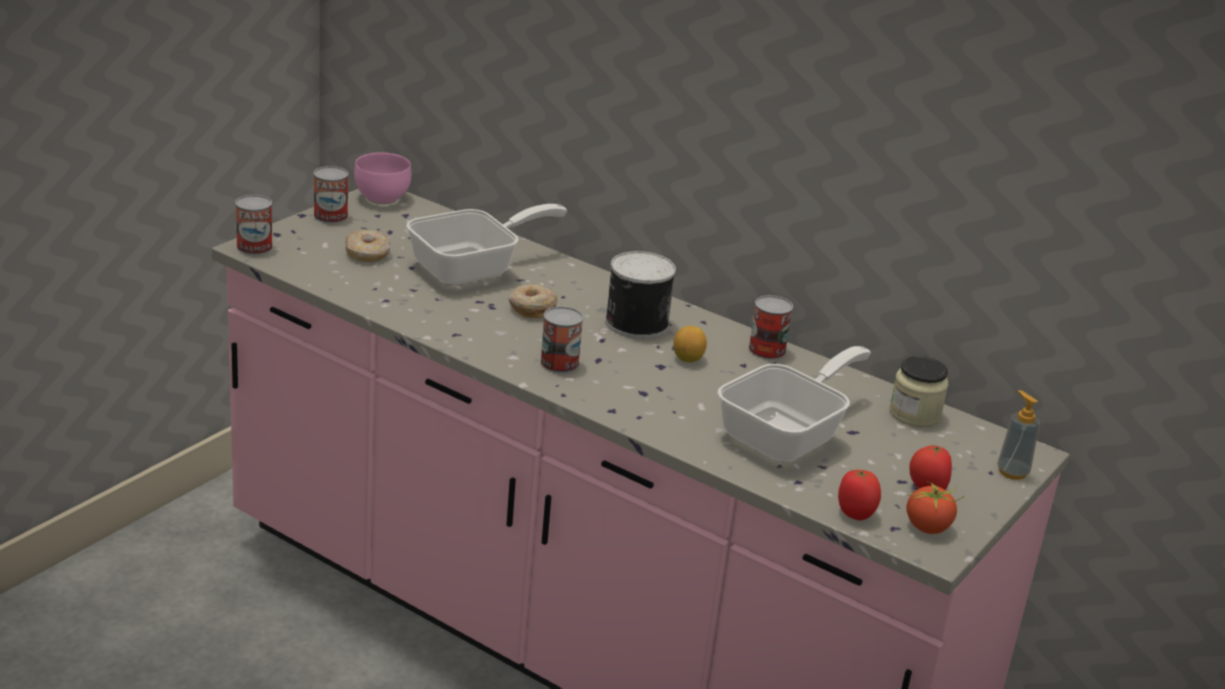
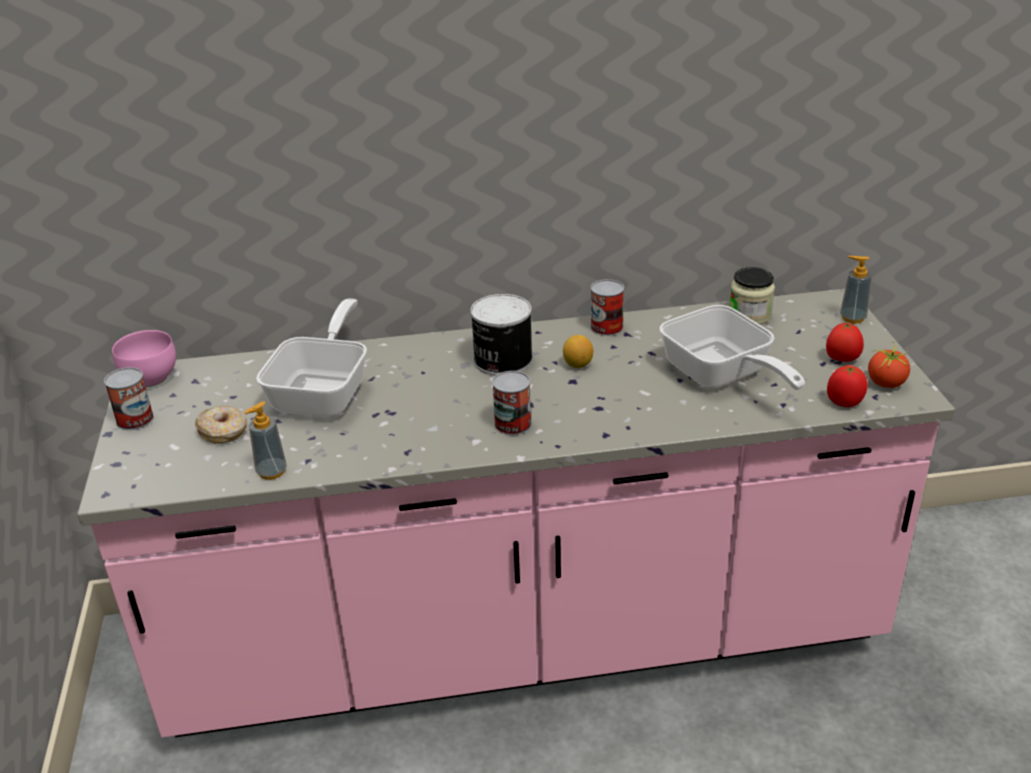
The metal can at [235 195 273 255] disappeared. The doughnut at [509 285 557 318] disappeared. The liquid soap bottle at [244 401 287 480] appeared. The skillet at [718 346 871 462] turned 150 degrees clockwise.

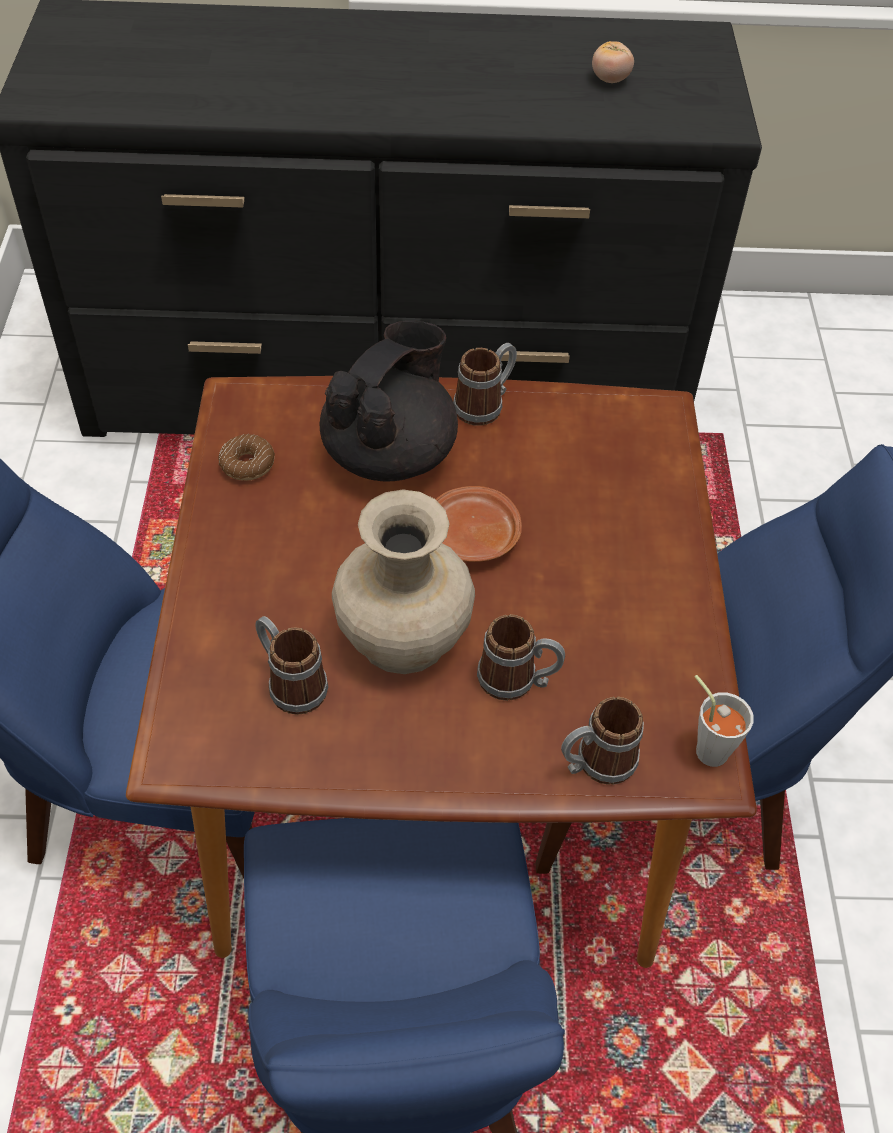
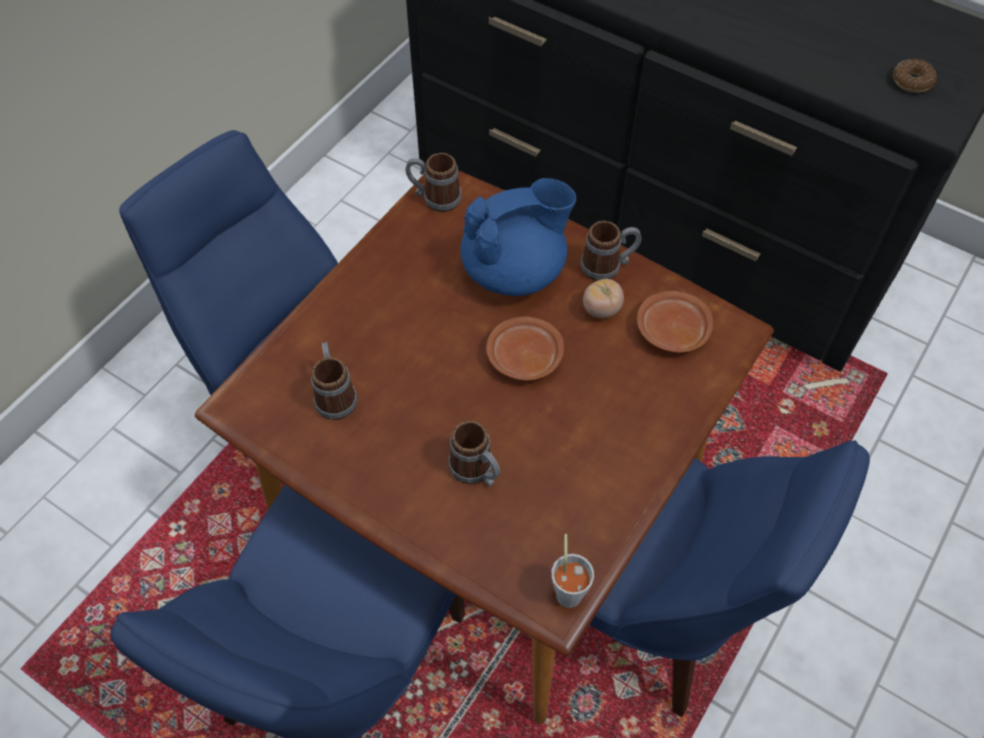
The flower vase (beige-coloured) at [332 489 475 674] disappeared. The dinner plate (brownish) at [637 291 713 353] appeared. The doughnut moved from [218 434 275 481] to [893 59 937 93]. The coffee mug moved from [561 697 644 785] to [405 153 462 212]. The whole tomato moved from [592 41 634 83] to [583 279 624 318]. The teapot (black) at [320 320 458 482] became the teapot (blue) at [460 178 576 296].

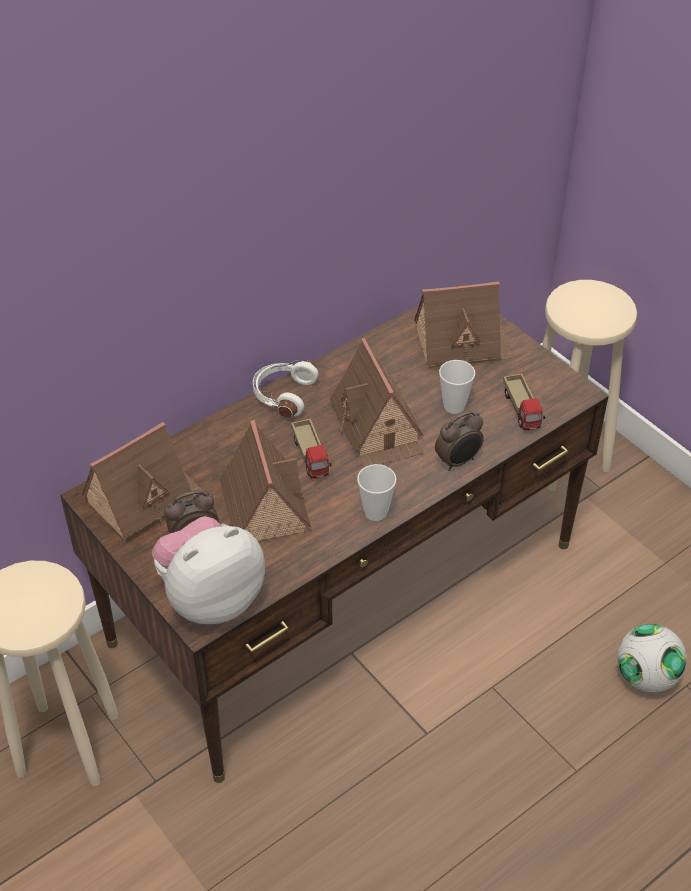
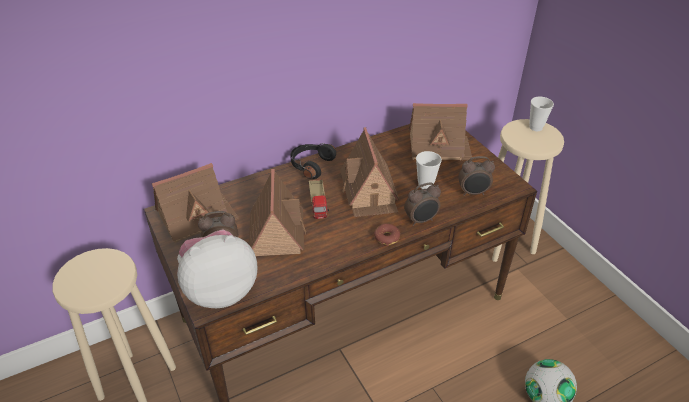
The doughnut at [374 224 400 246] appeared. The drinking cup moved from [357 464 396 521] to [529 97 554 131]. The model truck at [503 374 545 430] was replaced by the bedside clock at [458 156 495 196]. The pair of headphones (white) at [253 360 318 418] became the pair of headphones (black) at [290 143 336 179].

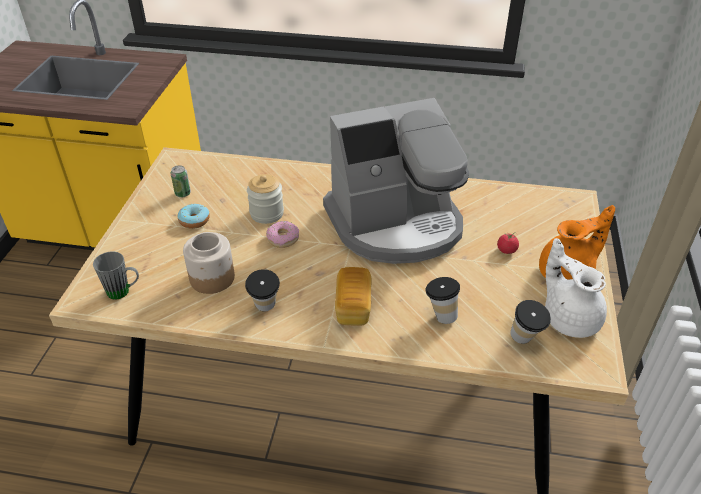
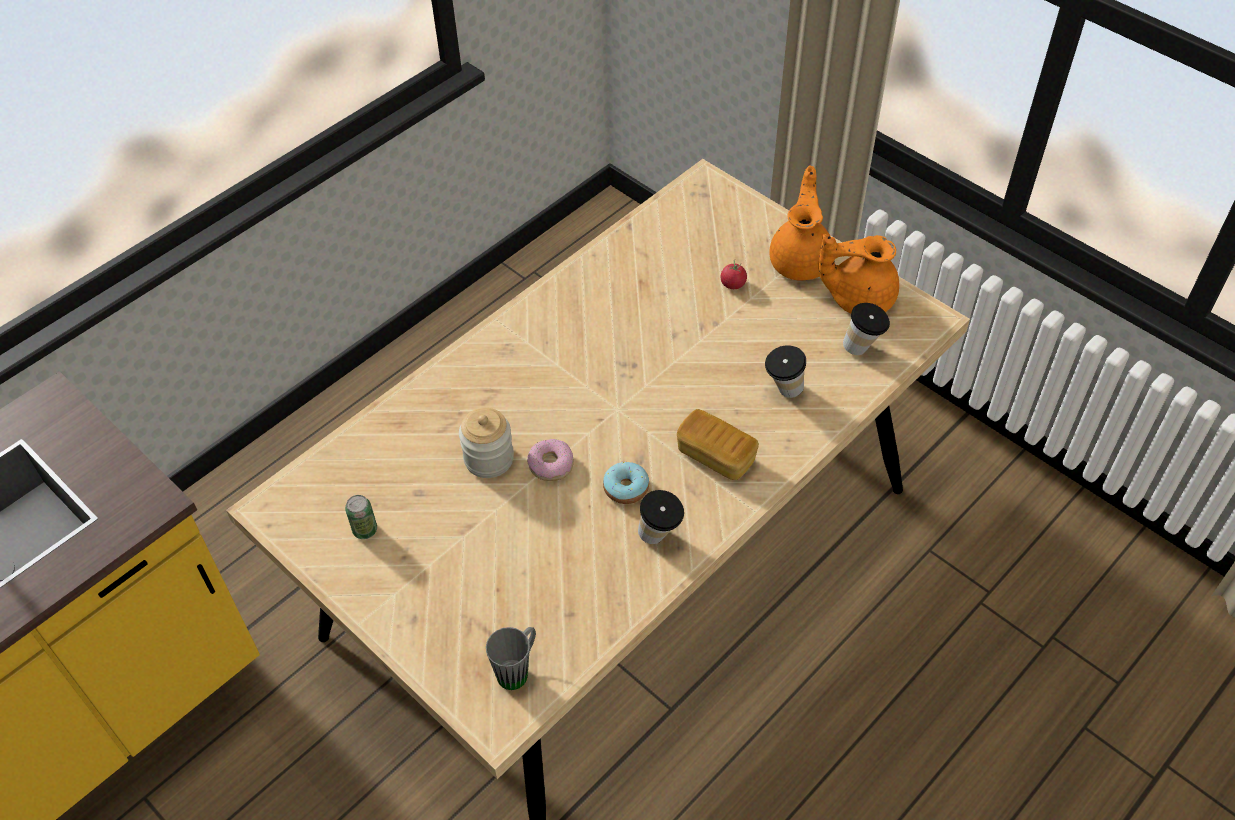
The storage jar at [183 232 235 294] disappeared. The coffee maker at [323 98 470 264] disappeared. The doughnut moved from [178 204 210 229] to [603 462 649 504]. The teapot (white) at [545 238 607 338] became the teapot (orange) at [818 234 899 313].

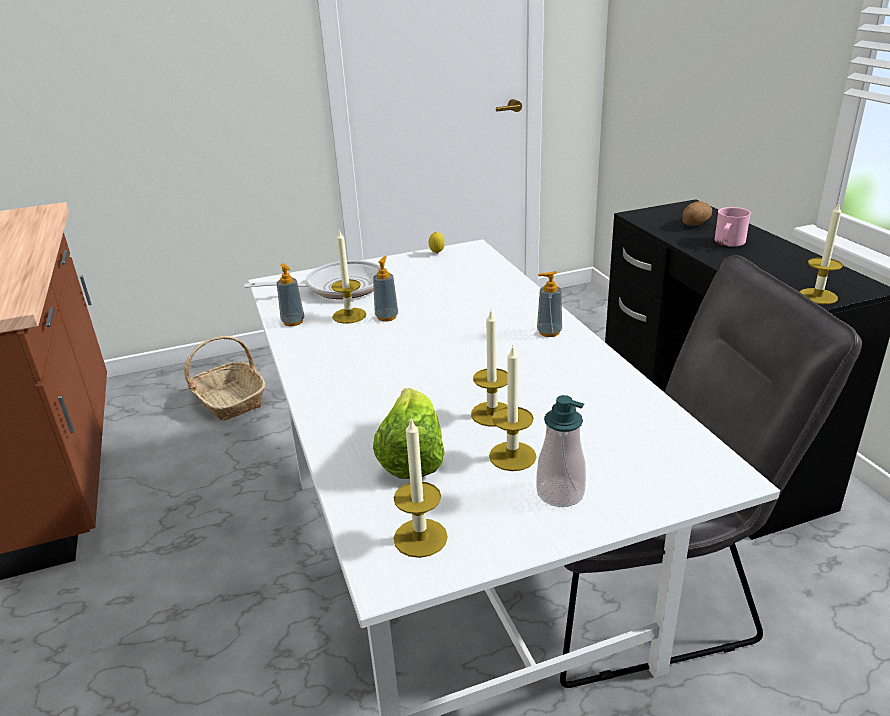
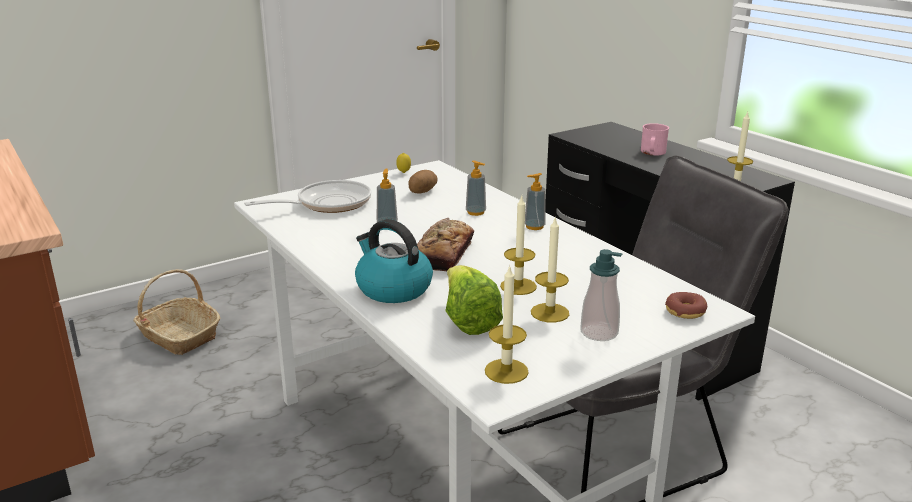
The candle at [331 229 366 324] disappeared. The kettle at [355 219 433 303] appeared. The baked bread at [417 218 474 271] appeared. The doughnut at [665 292 707 319] appeared. The liquid soap bottle moved from [277 263 305 326] to [466 160 486 216]. The whole potato moved from [682 201 712 226] to [409 170 438 193].

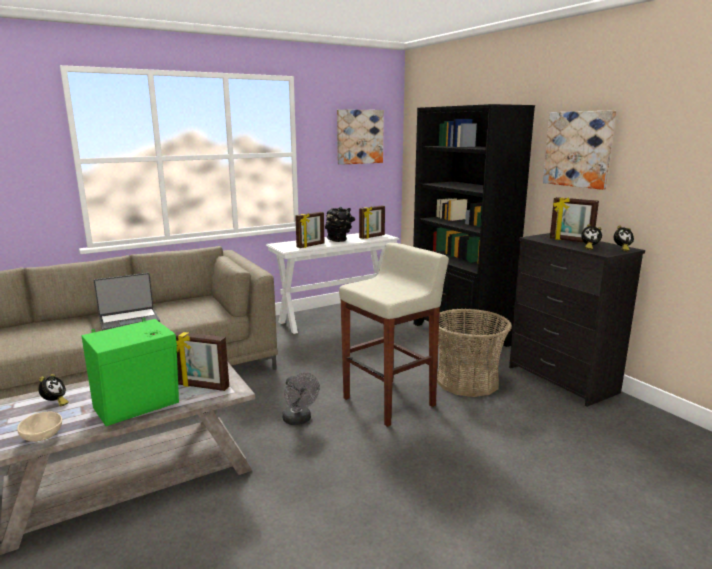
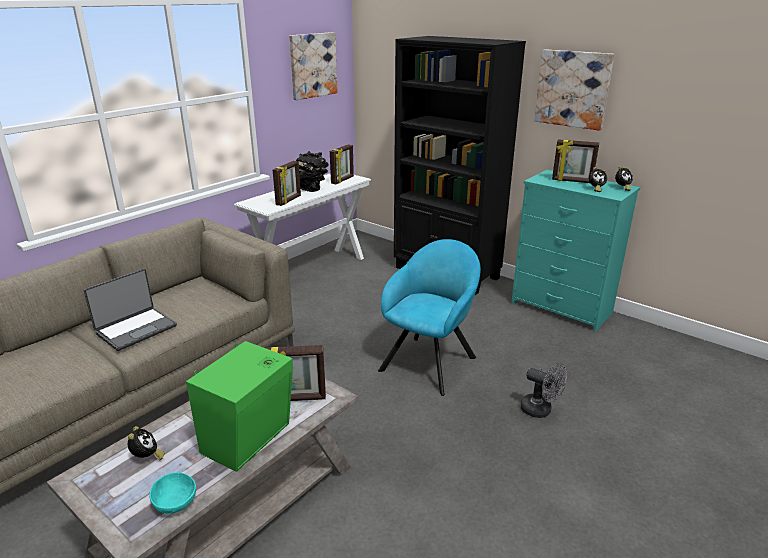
The storage basket at [437 309 512 397] disappeared. The electric fan (grey) moved from [282 373 319 425] to [520 363 567 418]. The sitting stool (beige-coloured) at [339 243 449 427] was replaced by the armchair (blue-green) at [378 239 481 396]. The deep dish (beige-coloured) at [17 411 62 442] became the deep dish (blue-green) at [149 472 196 514]. The drawer chest (black) at [509 233 645 407] became the drawer chest (blue-green) at [511 170 640 332].

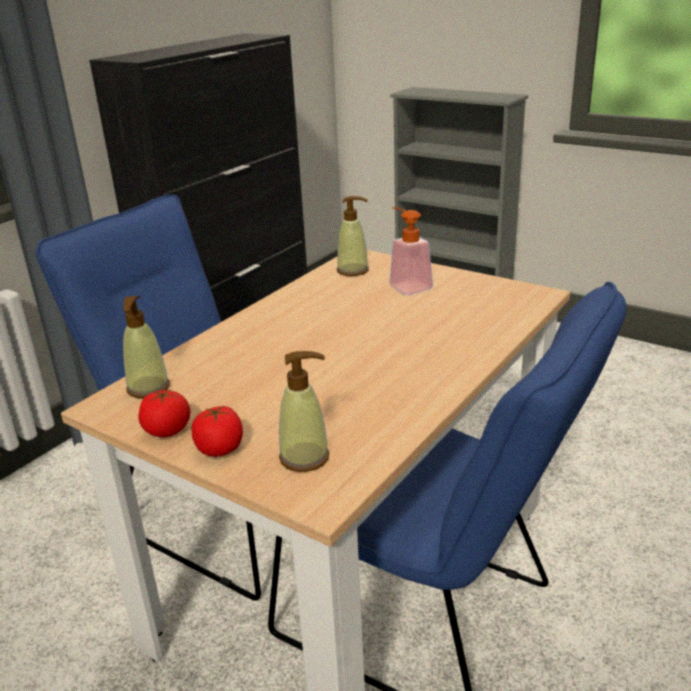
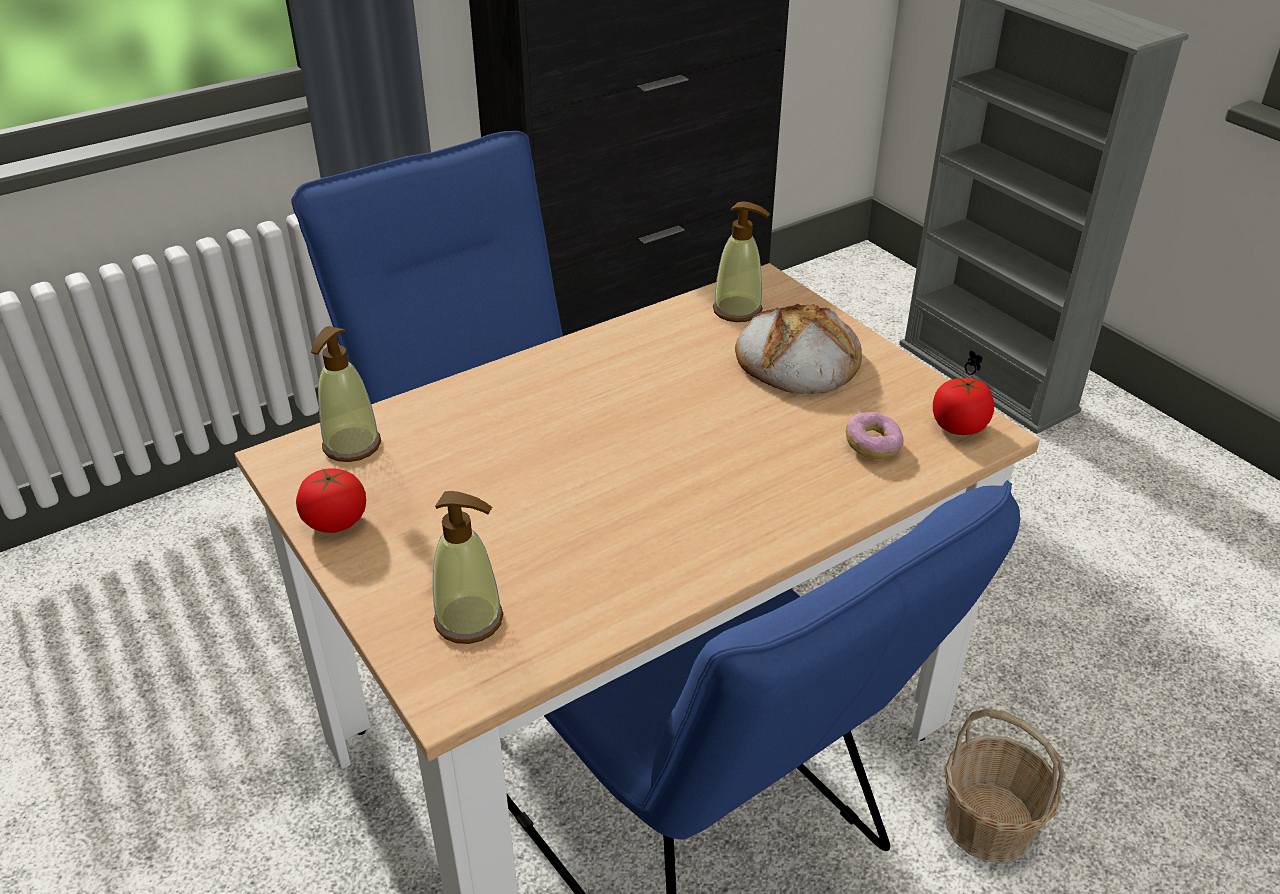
The doughnut at [846 412 903 459] appeared. The storage basket at [944 709 1064 863] appeared. The whole tomato moved from [192 405 243 457] to [933 377 994 435]. The liquid soap bottle at [389 207 433 295] was replaced by the baked bread at [735 303 862 394].

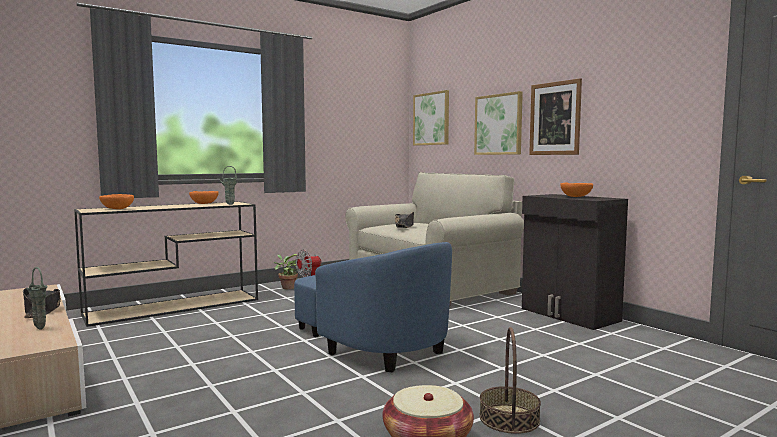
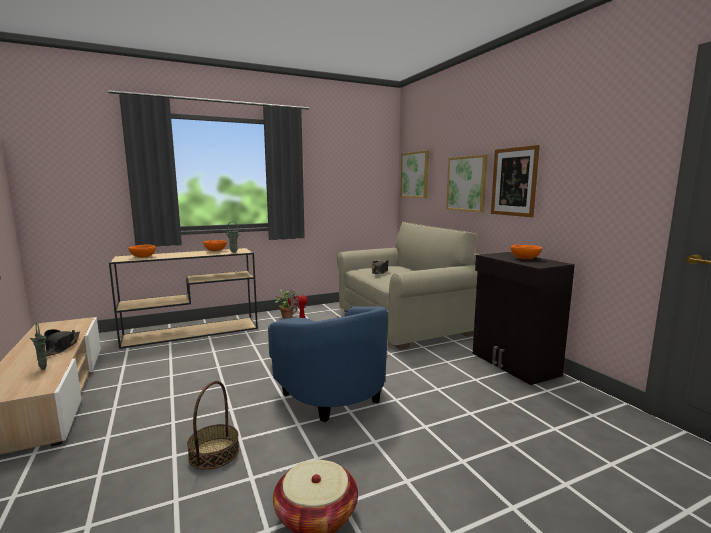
The storage basket moved from [479 327 541 434] to [187 381 239 470].

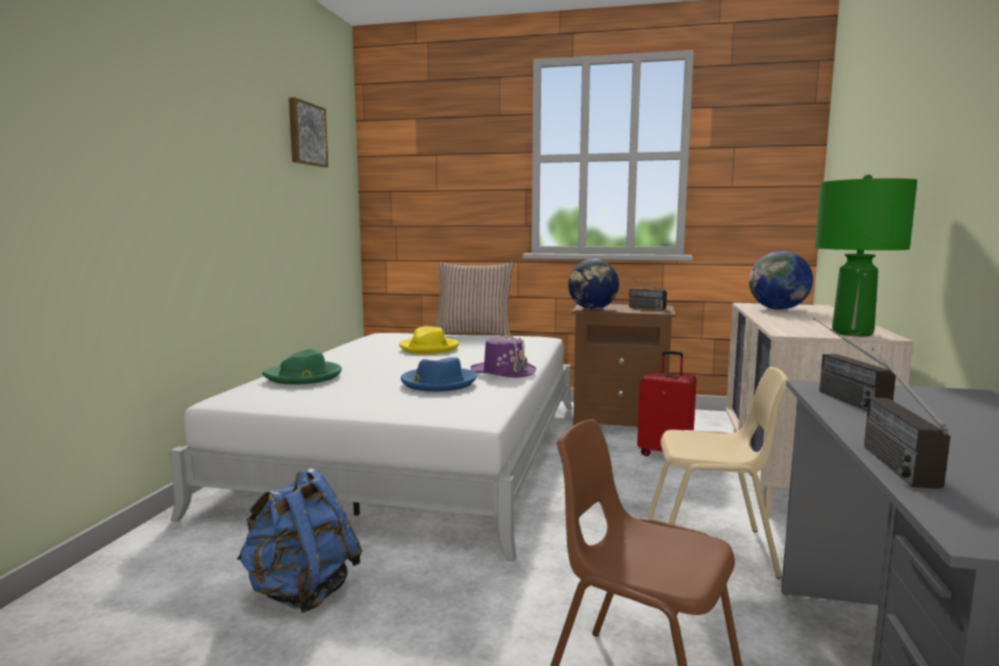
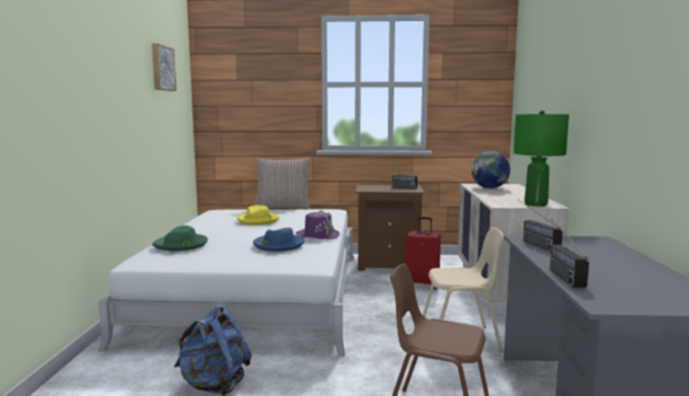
The globe at [568 259 619 309] disappeared.

